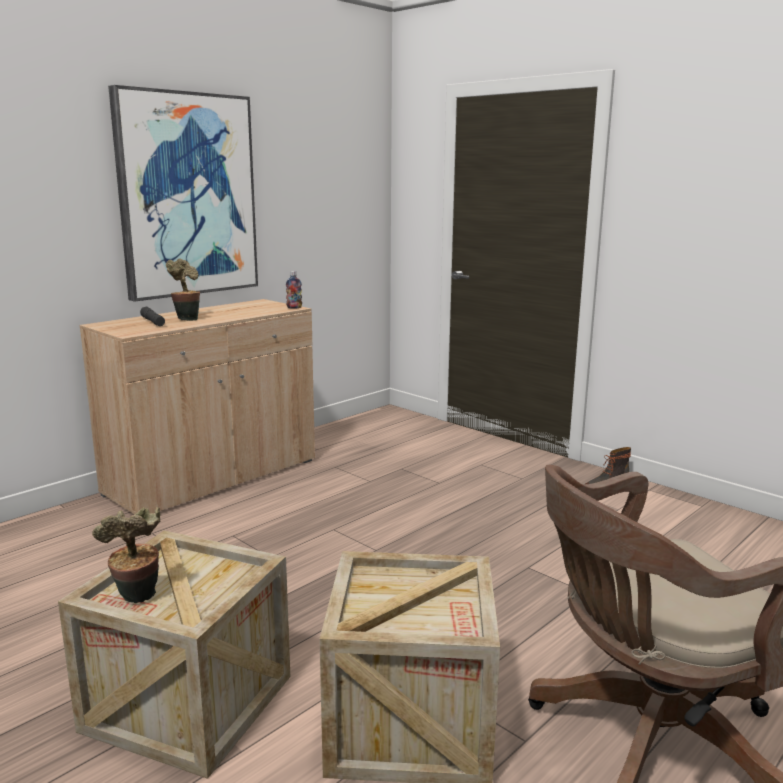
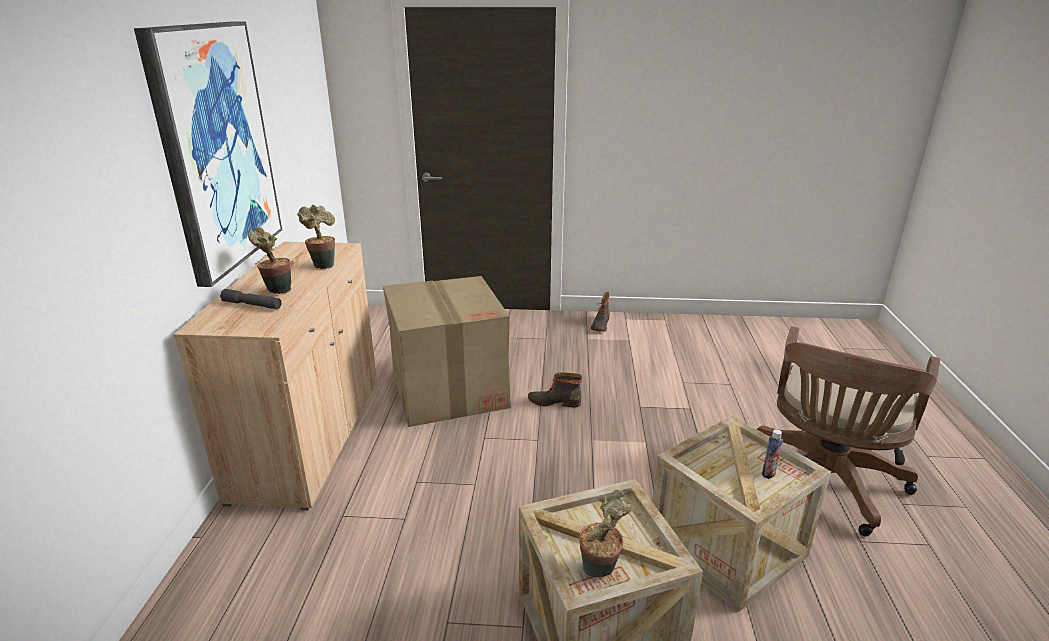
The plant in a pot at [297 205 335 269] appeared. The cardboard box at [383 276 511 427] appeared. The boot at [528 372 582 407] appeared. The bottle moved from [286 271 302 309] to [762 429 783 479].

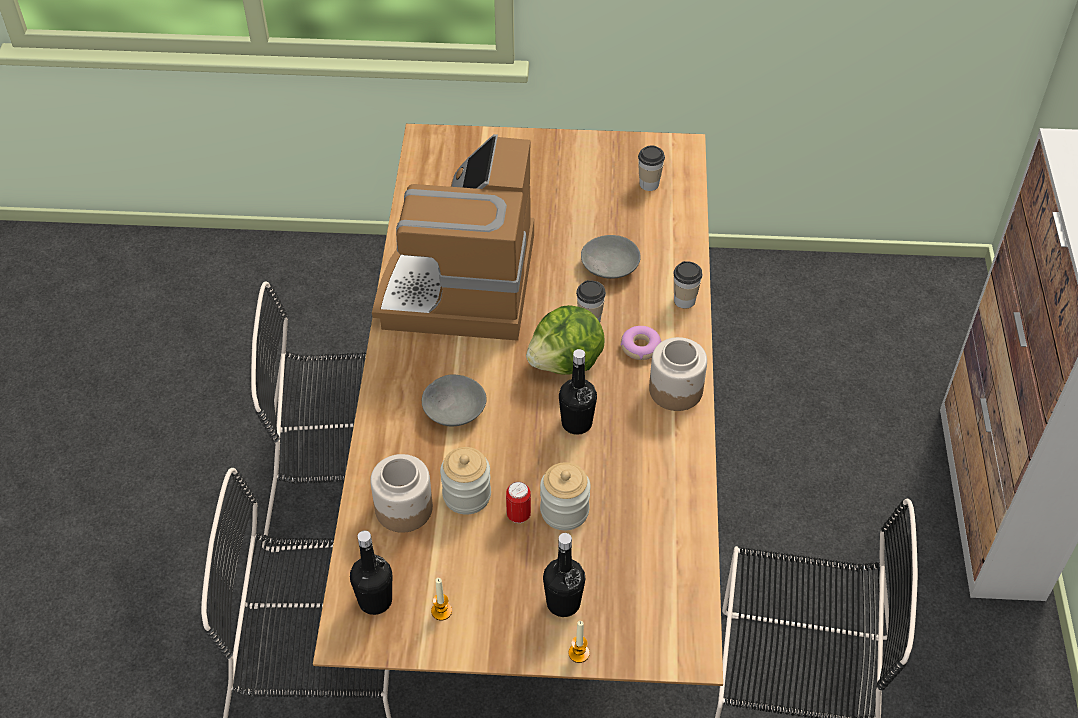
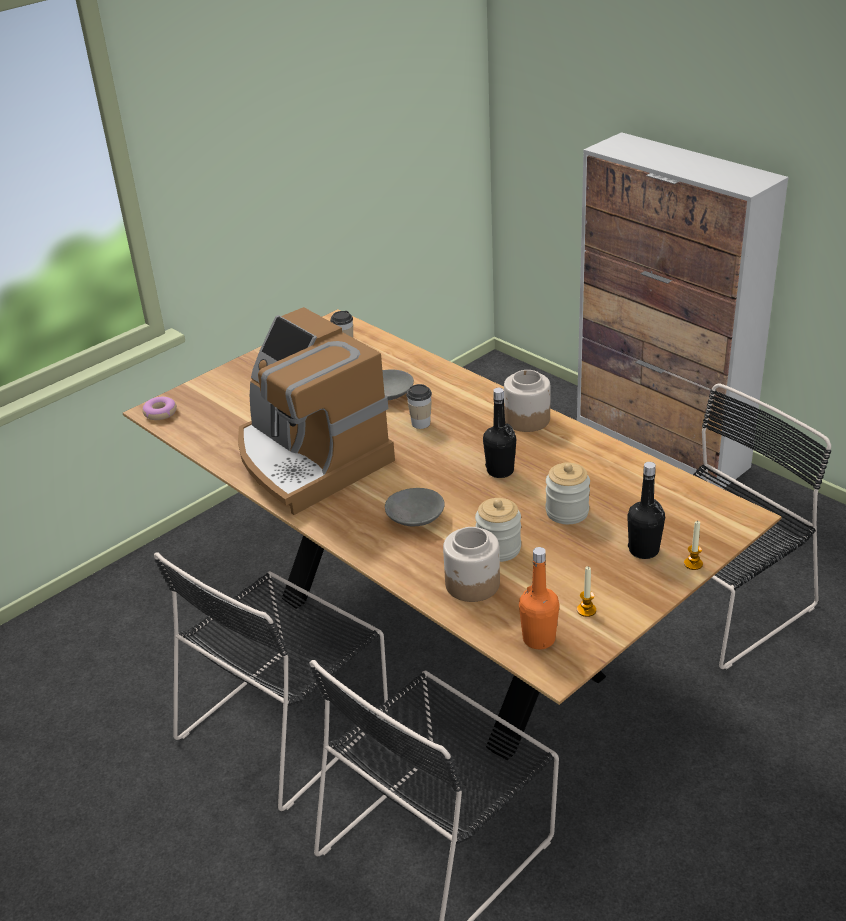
The metal can at [506 482 531 523] disappeared. The head of lettuce at [526 305 604 375] disappeared. The drinking cup at [673 261 702 309] disappeared. The doughnut moved from [620 326 662 360] to [142 397 177 420]. The bottle (black) at [350 530 392 615] became the bottle (orange) at [519 547 559 649].

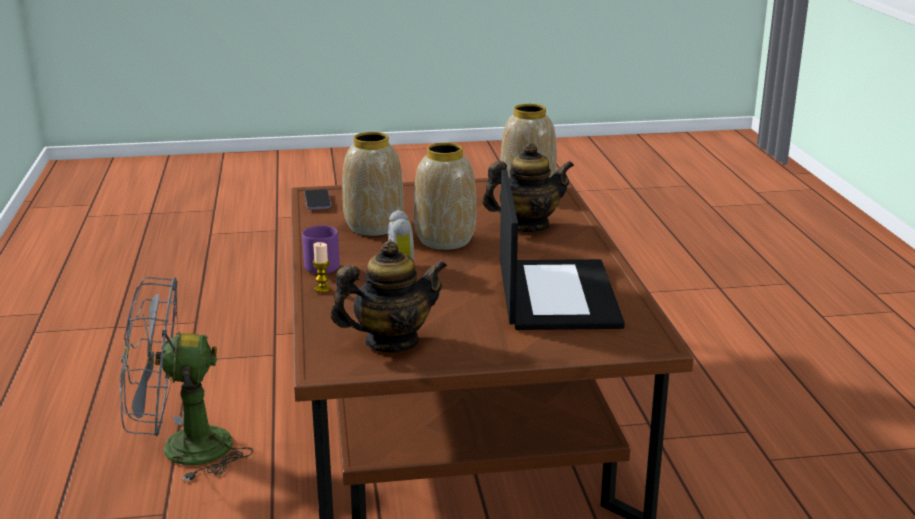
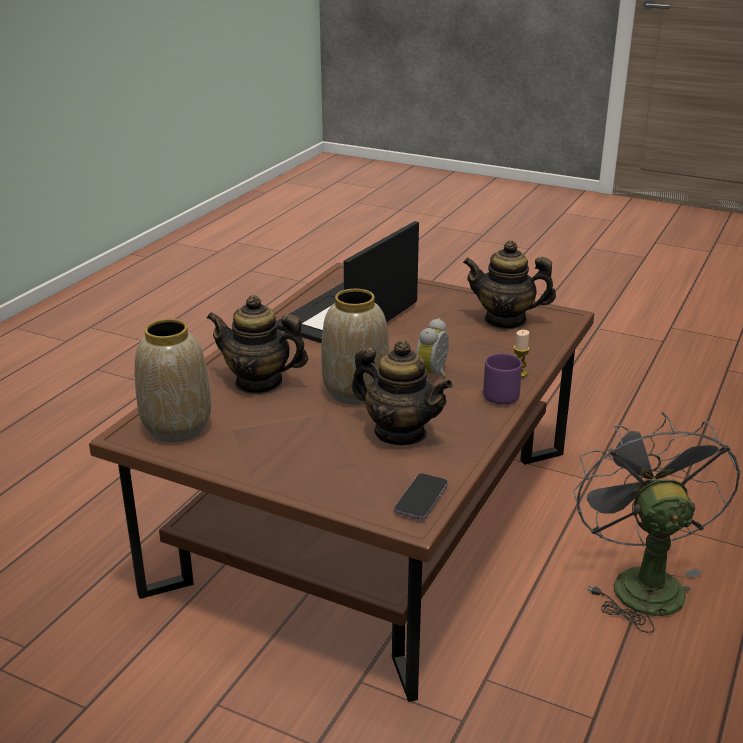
The flower vase at [342 132 404 236] was replaced by the teapot at [352 340 453 445]. The electric fan (grey) at [120 277 253 482] turned 120 degrees counterclockwise.

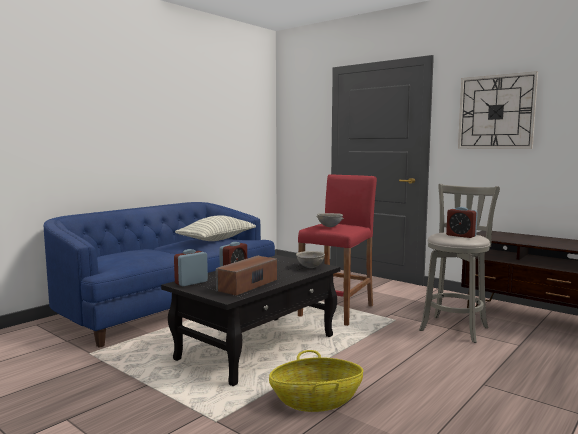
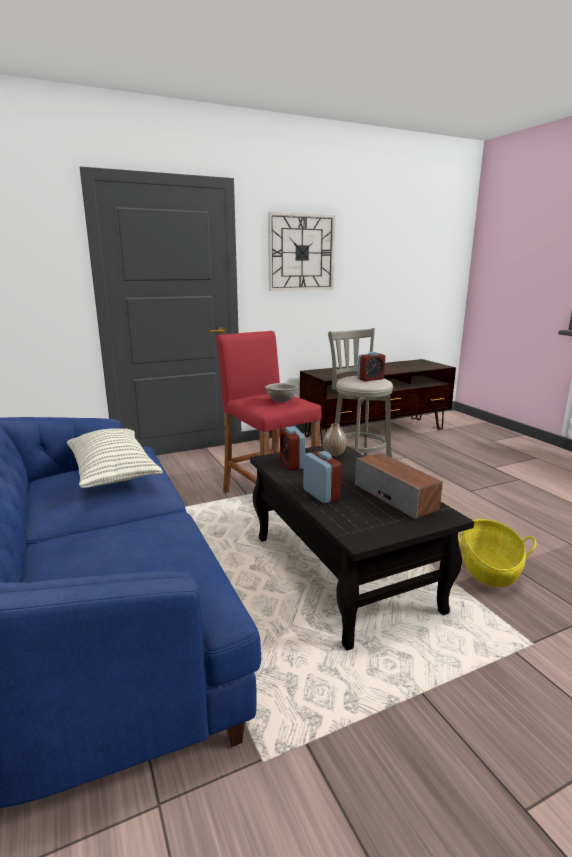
The bedside clock moved from [174 249 208 286] to [280 426 305 470]. The deep dish (grey) at [296 251 325 268] was replaced by the flower vase at [323 423 347 456].

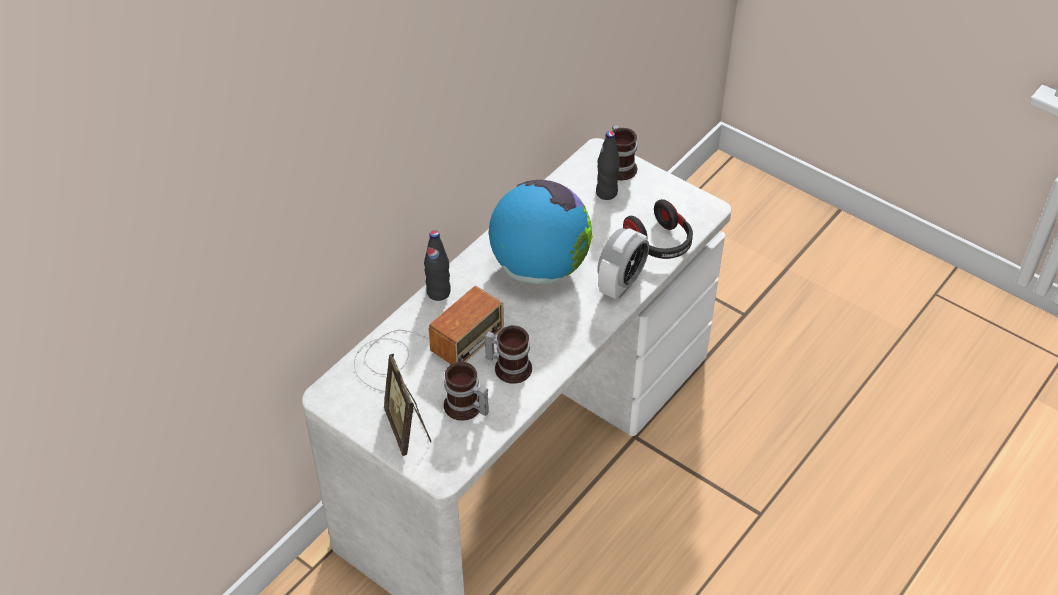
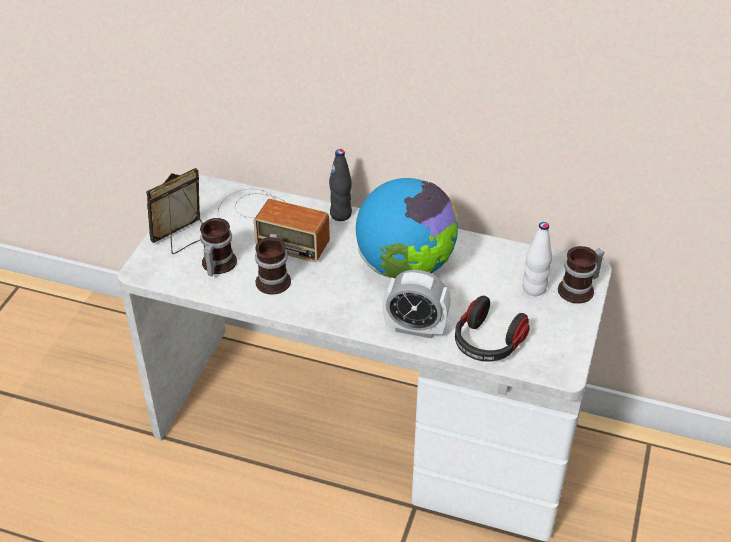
The bottle (black) at [596 131 620 200] became the bottle (white) at [523 222 552 296].

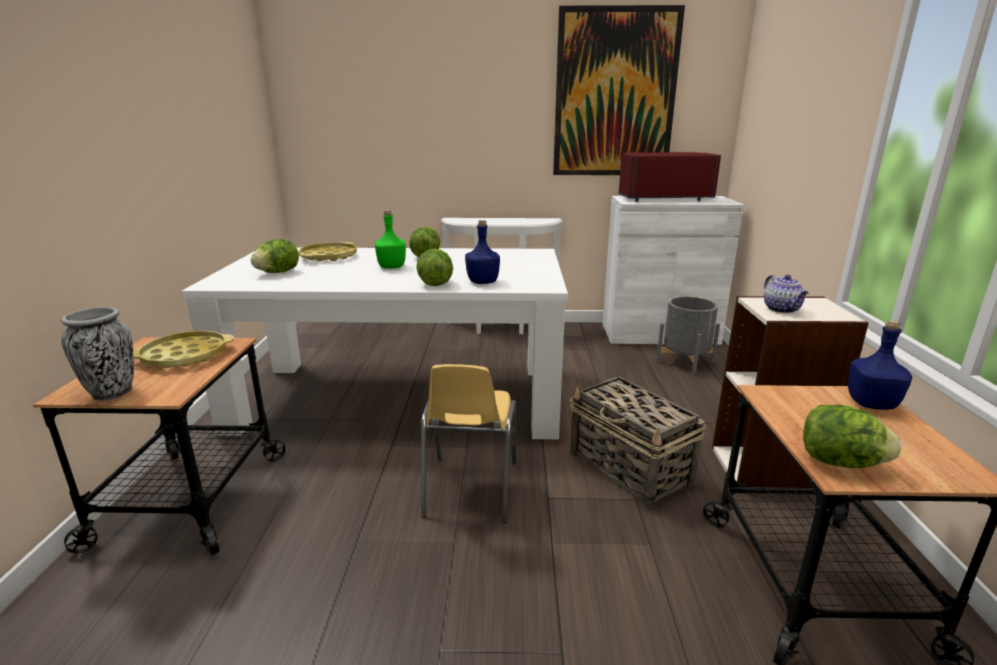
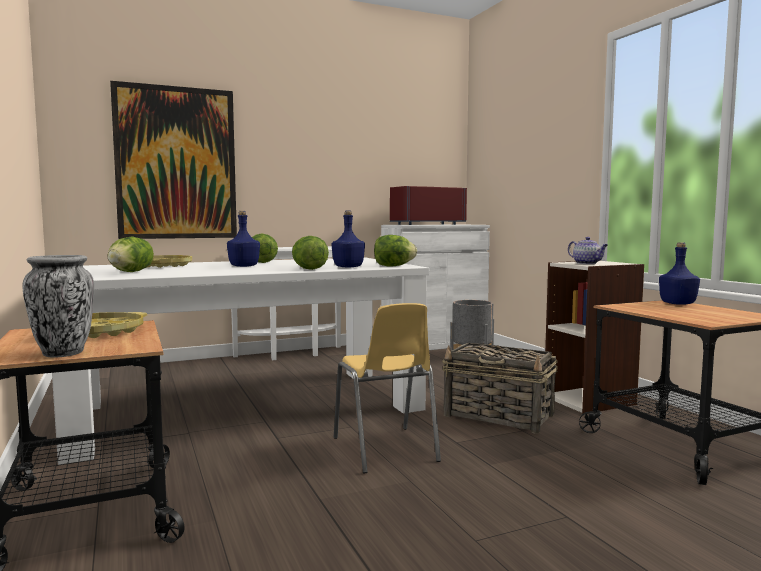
The picture moved from [553 5 685 175] to [110 81 237 239]. The head of lettuce moved from [803 405 902 468] to [374 235 417 267]. The bottle (greenish) at [375 210 406 269] became the bottle (blue) at [227 211 260 267].

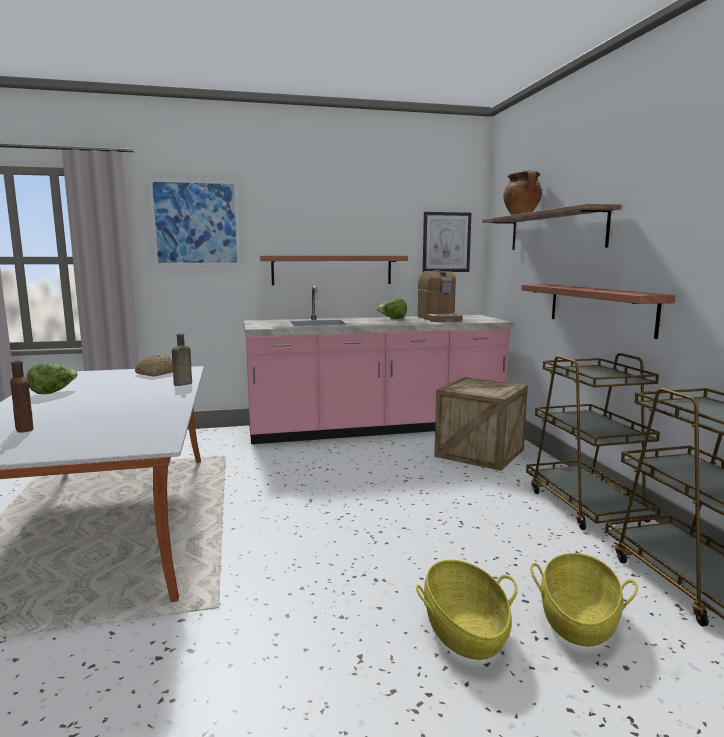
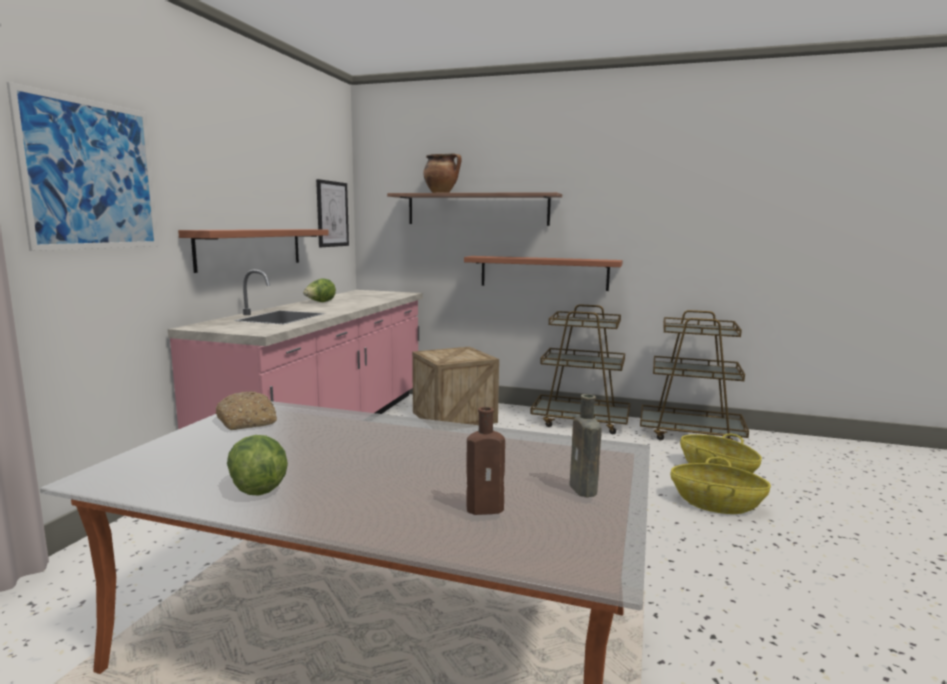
The coffee maker at [418 270 463 322] disappeared. The bottle (brownish) moved from [172 334 192 386] to [570 394 602 497].

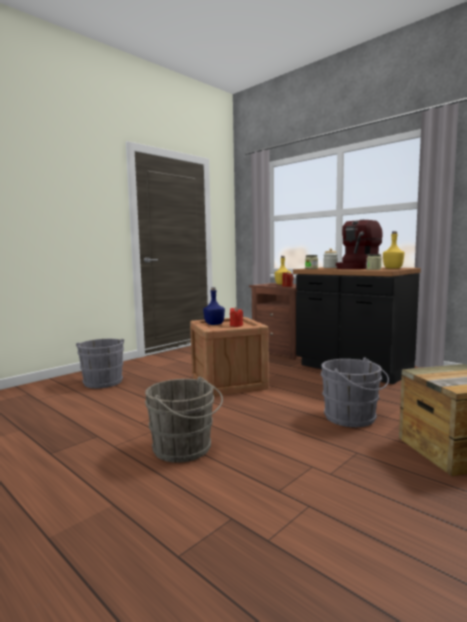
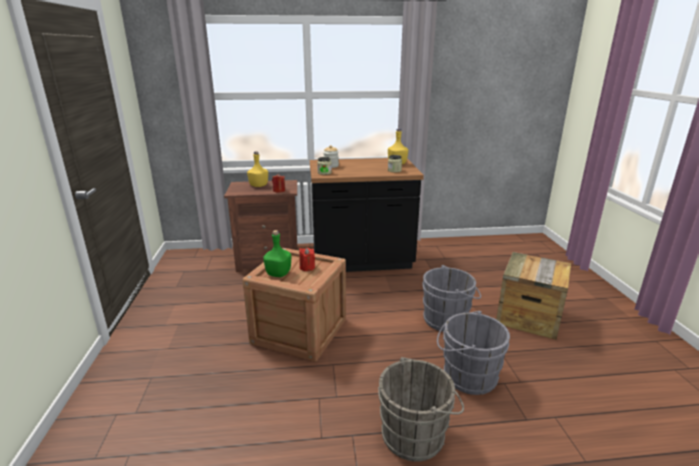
The coffee maker at [336 220 383 269] disappeared. The bucket (grey) moved from [76 339 124 388] to [437 311 510 395]. The bottle (blue) at [203 287 225 325] became the bottle (greenish) at [263 230 291 277].

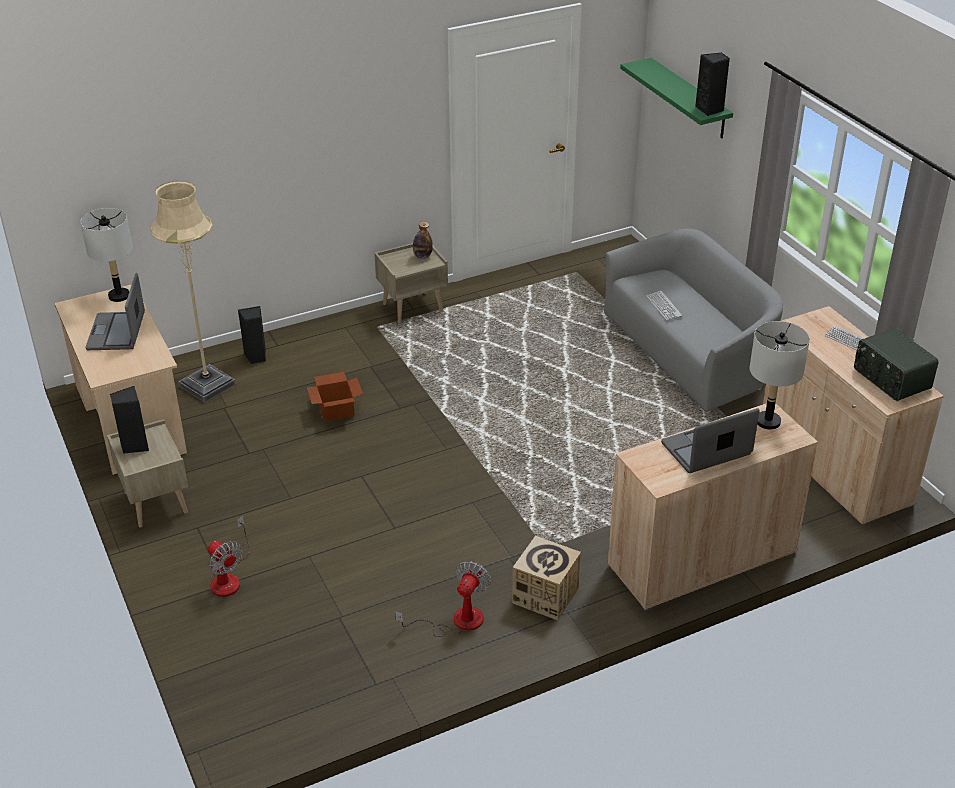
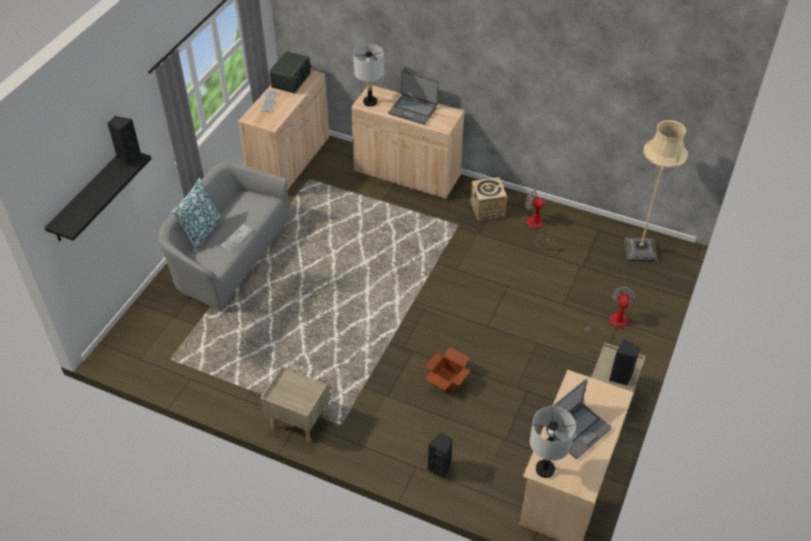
The bottle at [413 221 433 259] disappeared. The cushion at [171 178 223 253] appeared. The standard lamp (beige-coloured) moved from [150 181 236 402] to [624 120 688 262]. The shelf (greenish) at [620 58 733 138] became the shelf (black) at [45 153 151 241]. The electric fan at [395 561 491 637] turned 45 degrees clockwise.

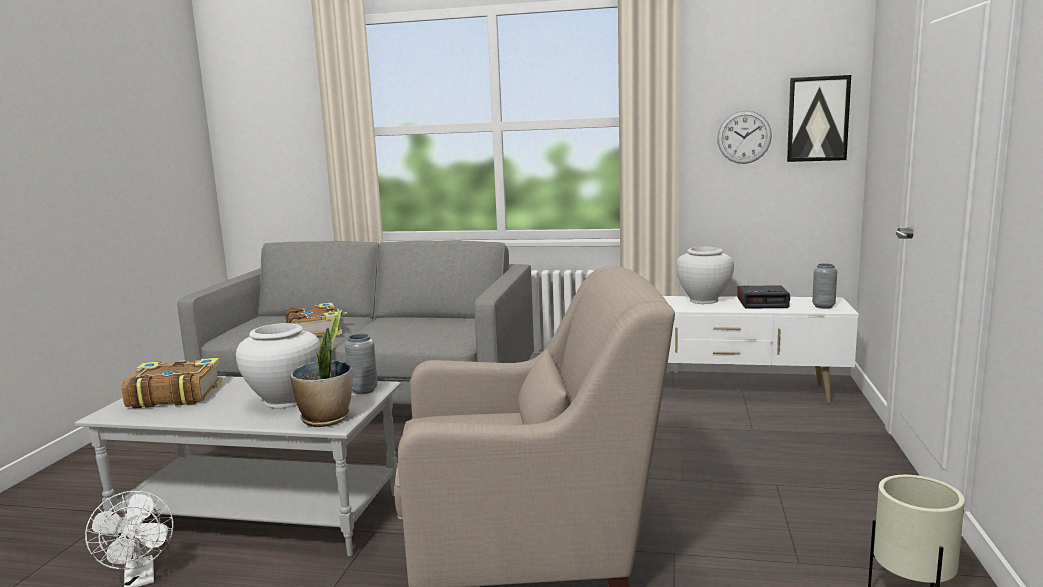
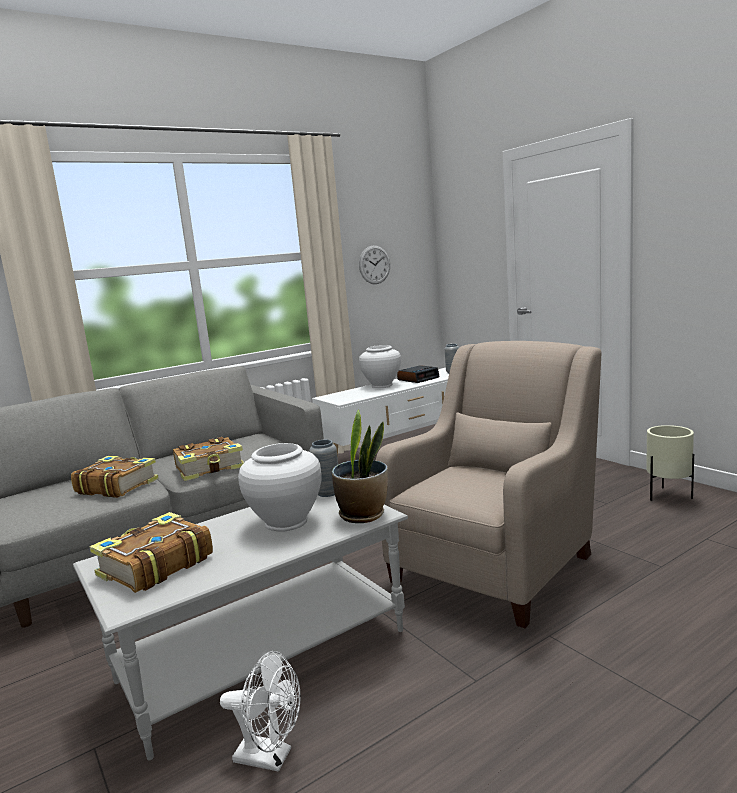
The picture at [787 75 851 162] disappeared. The bound book at [173 437 244 481] appeared.

